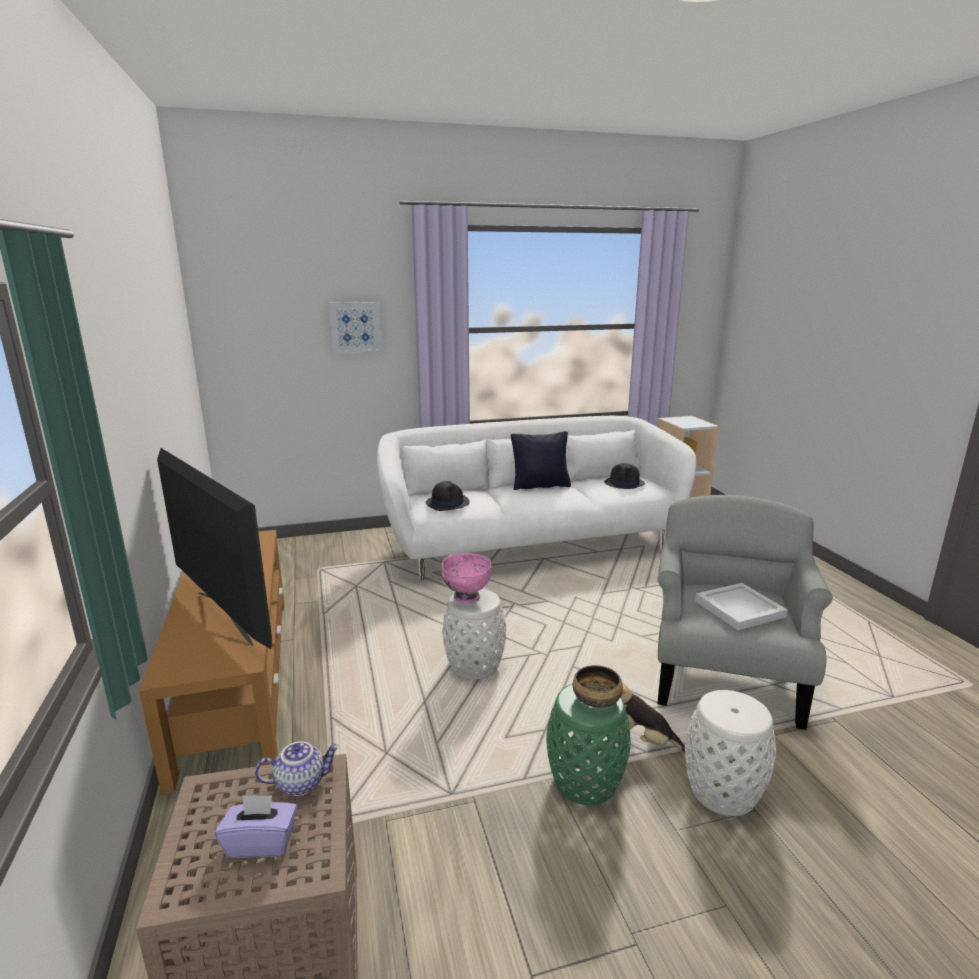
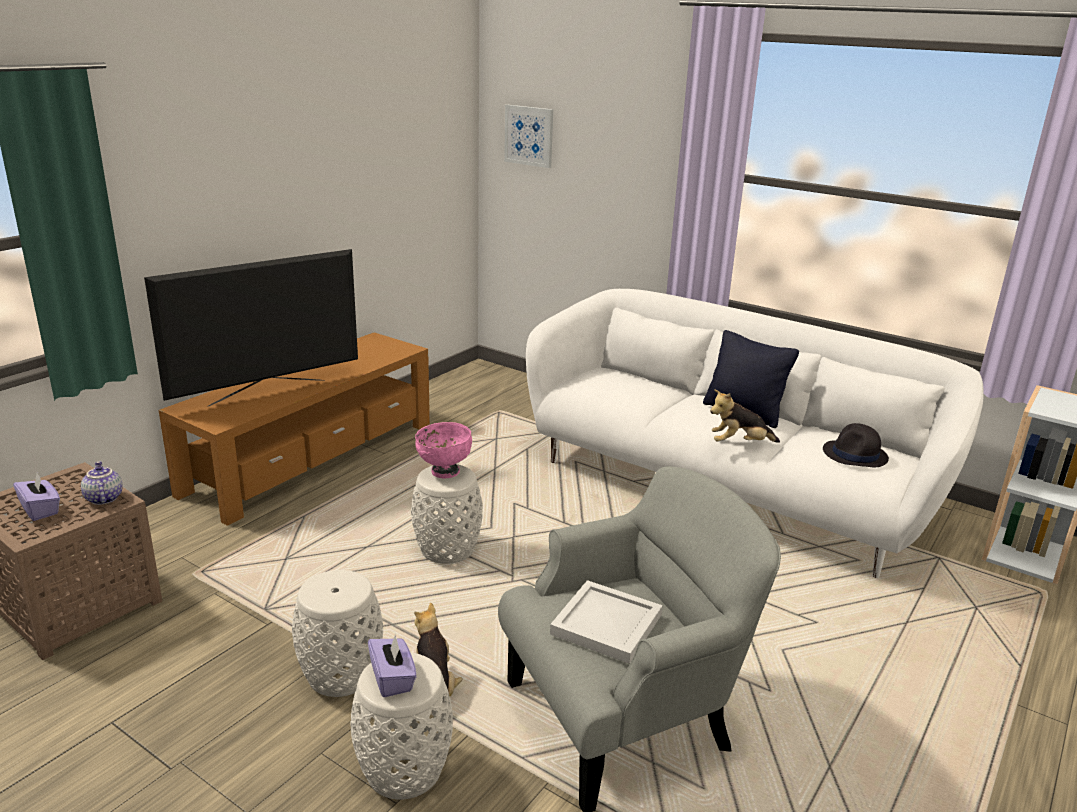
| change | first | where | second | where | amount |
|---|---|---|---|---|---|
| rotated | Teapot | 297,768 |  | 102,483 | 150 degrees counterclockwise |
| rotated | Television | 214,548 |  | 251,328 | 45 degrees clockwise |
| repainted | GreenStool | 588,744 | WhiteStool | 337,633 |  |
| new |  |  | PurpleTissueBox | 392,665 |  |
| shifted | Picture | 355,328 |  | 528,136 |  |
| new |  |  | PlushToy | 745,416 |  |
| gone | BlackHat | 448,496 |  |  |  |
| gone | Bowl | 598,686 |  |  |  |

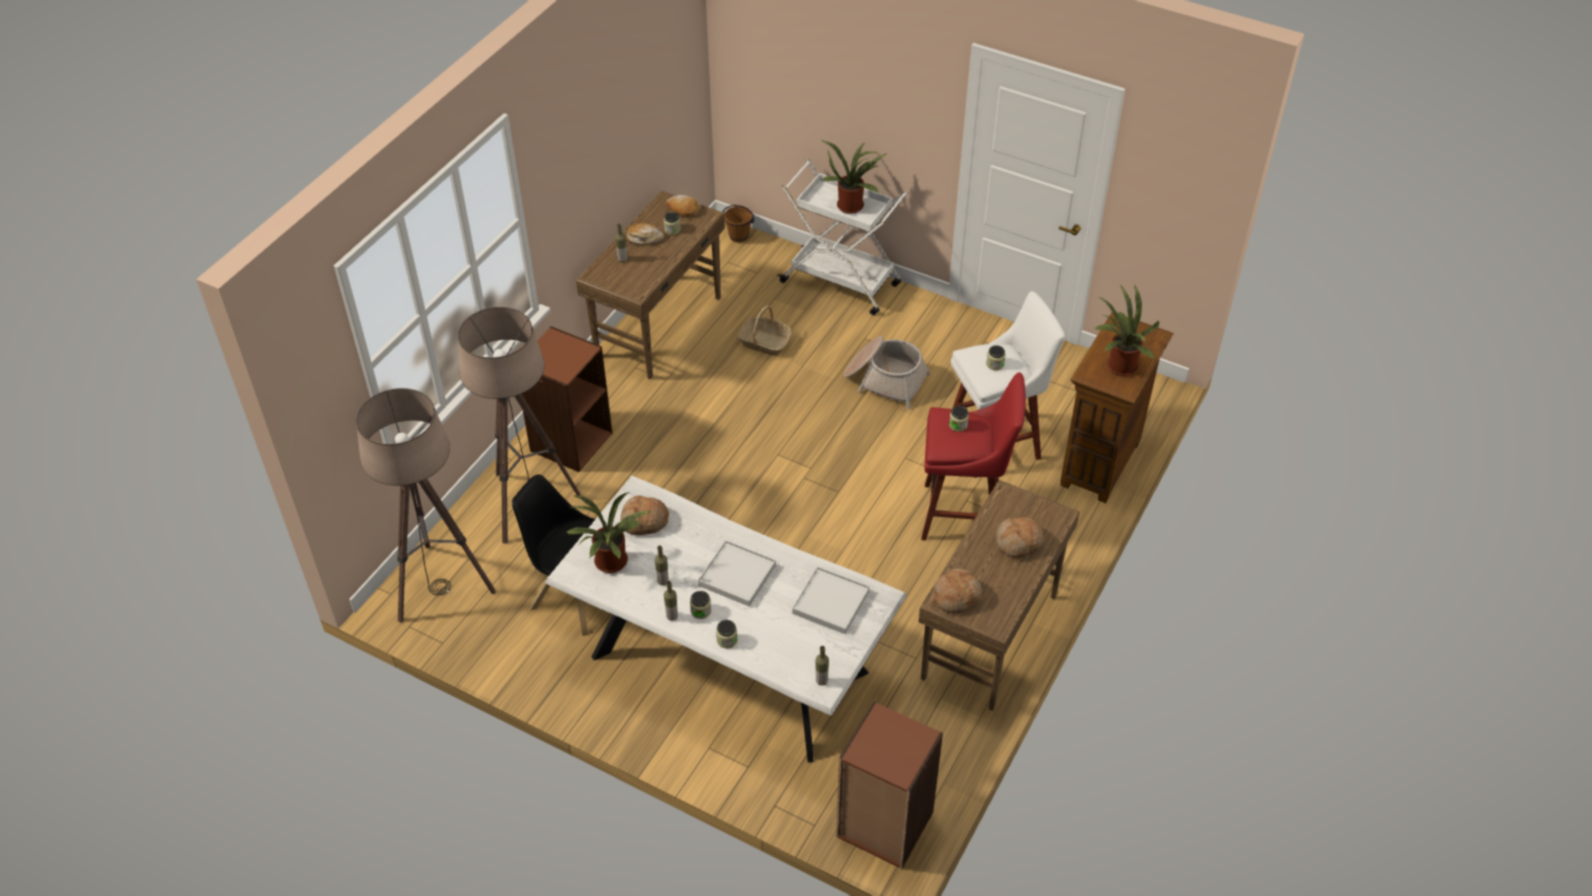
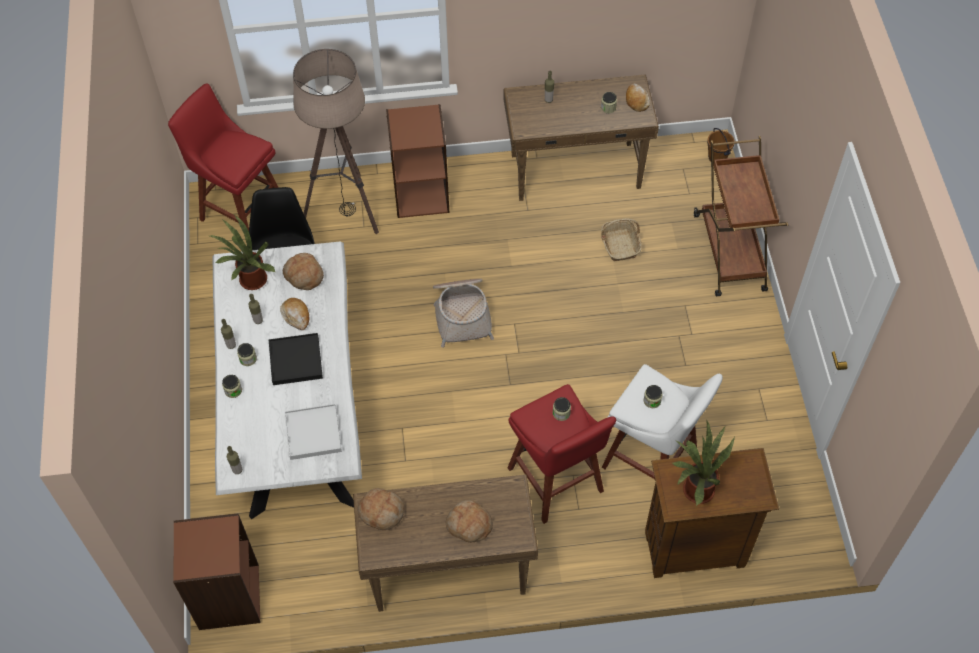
| change | first | where | second | where | amount |
|---|---|---|---|---|---|
| swapped | FloorLamp | 426,505 | RedStool | 223,157 |  |
| repainted | WhiteTray | 737,573 | BlackTray | 296,359 |  |
| shifted | Bread | 645,233 |  | 294,314 |  |
| shifted | Basket | 887,372 |  | 463,313 |  |
| repainted | WhiteCart | 843,236 | BrownCart | 740,216 |  |
| gone | PottedPlant | 854,177 |  |  |  |

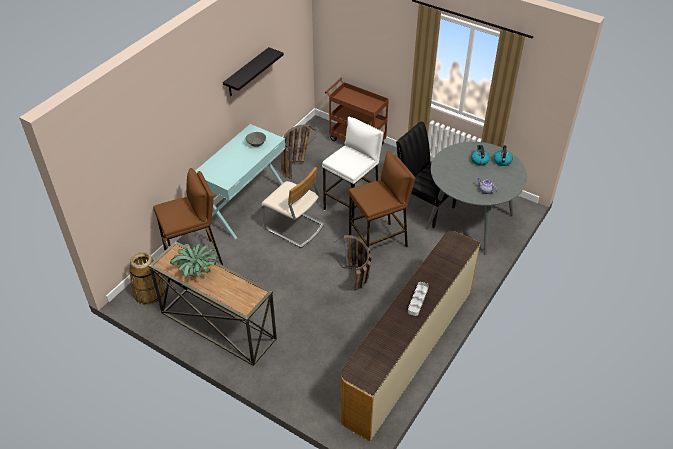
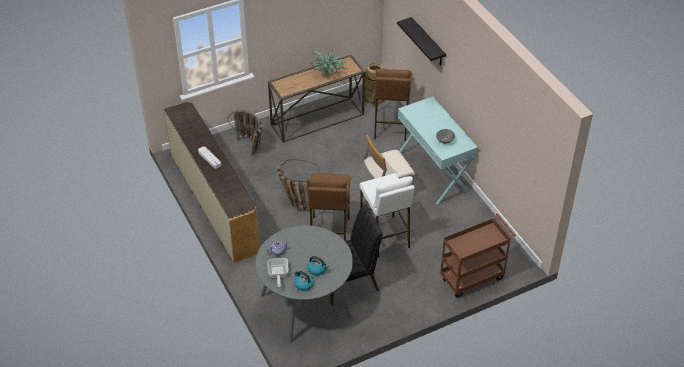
| change | first | where | second | where | amount |
|---|---|---|---|---|---|
| shifted | Basket | 298,152 |  | 244,132 |  |
| new |  |  | FryingPan | 277,272 |  |
| shifted | BlackShelf | 253,71 |  | 421,41 |  |

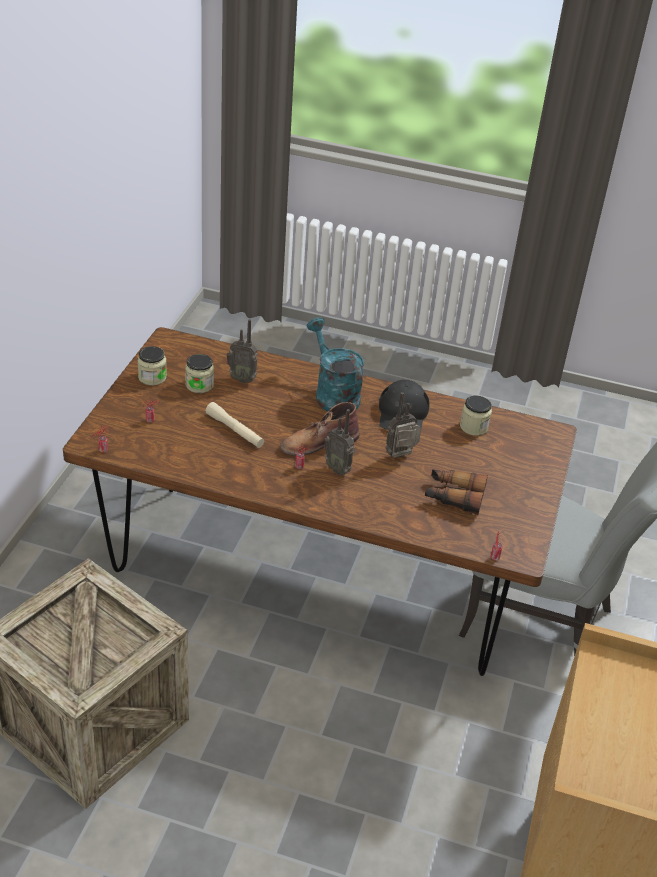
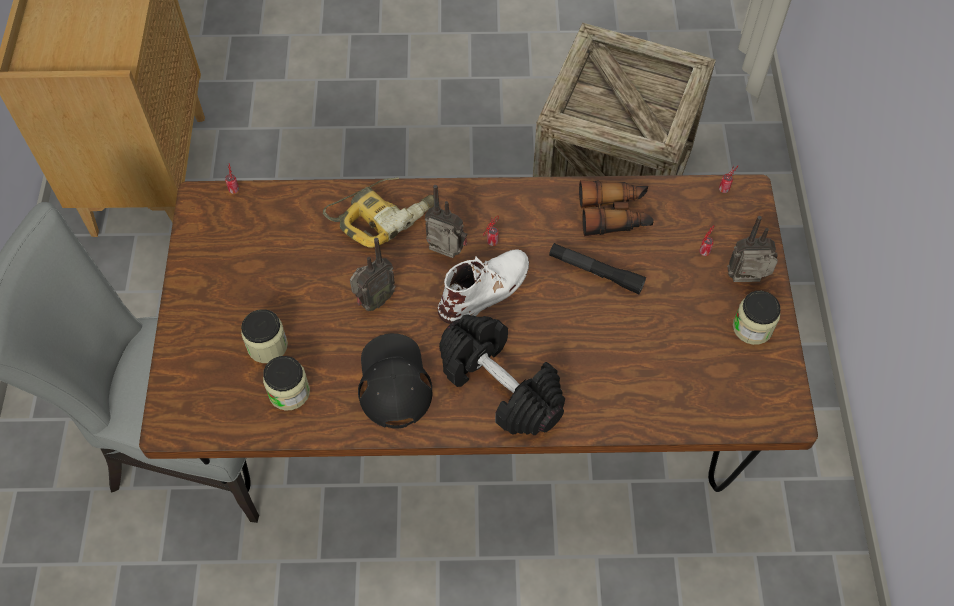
| change | first | where | second | where | amount |
|---|---|---|---|---|---|
| shifted | Jar | 199,373 |  | 264,336 |  |
| new |  |  | PowerDrill | 378,212 |  |
| repainted | BrownBoot | 320,429 | WhiteBoot | 483,286 |  |
| swapped | TurquoiseWateringCan | 335,365 | BlackDumbbell | 502,374 |  |
| repainted | BeigeFlashlight | 235,425 | BlackFlashlight | 597,268 |  |
| shifted | Binoculars | 456,492 |  | 616,208 |  |
| shifted | Radio | 242,351 |  | 752,249 |  |

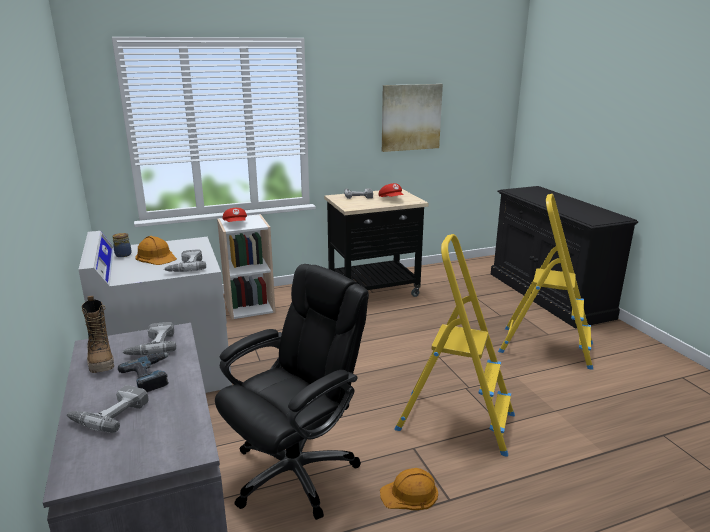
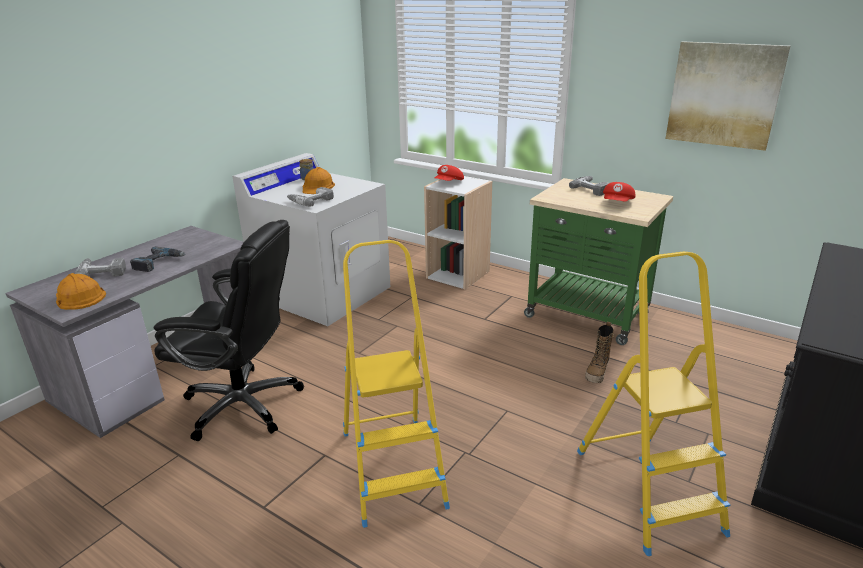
| change | first | where | second | where | amount |
|---|---|---|---|---|---|
| shifted | OrangeHardHat | 409,489 |  | 81,291 |  |
| repainted | BlackCart | 376,243 | GreenCart | 598,261 |  |
| shifted | Boot | 98,334 |  | 599,352 |  |
| gone | PowerDrill | 149,338 |  |  |  |

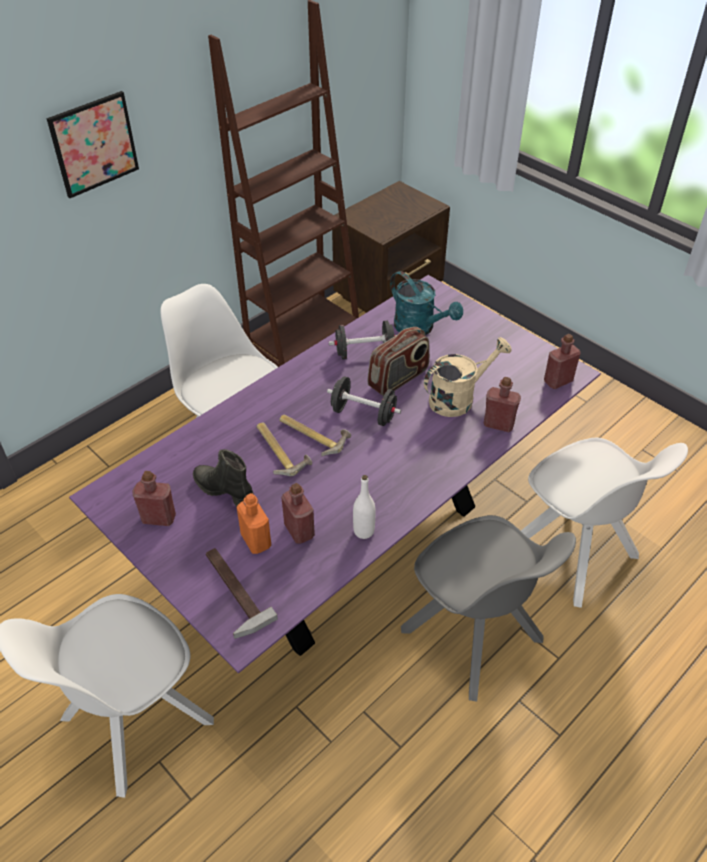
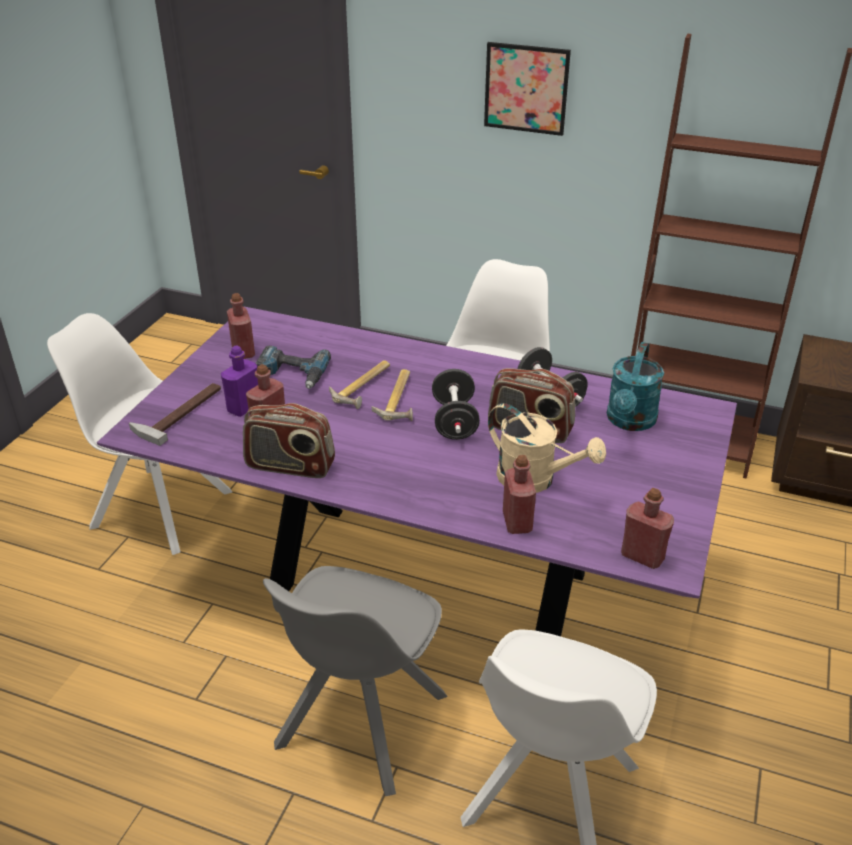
| change | first | where | second | where | amount |
|---|---|---|---|---|---|
| repainted | OrangeBottle | 254,523 | PurpleBottle | 239,381 |  |
| swapped | WhiteBottle | 364,507 | Radio | 289,440 |  |
| swapped | BlackBoot | 223,478 | PowerDrill | 293,367 |  |

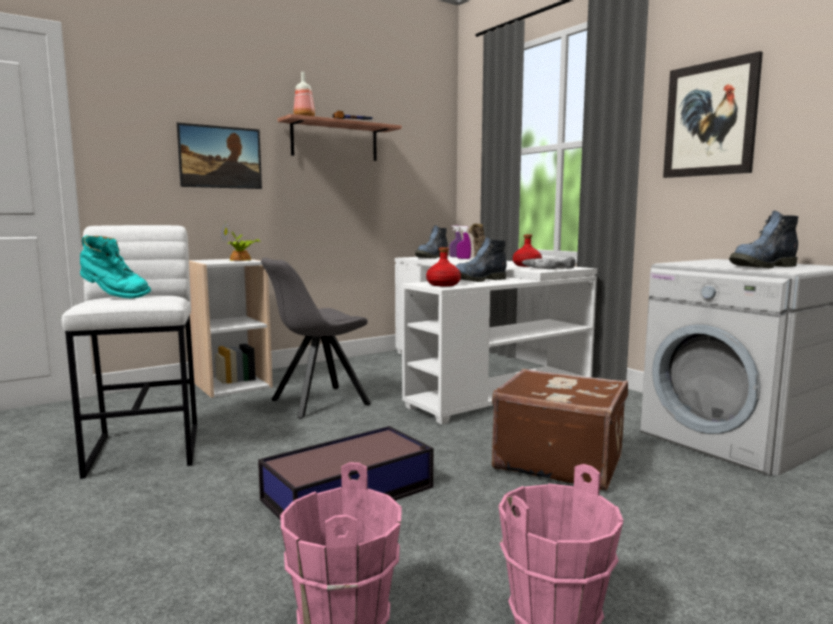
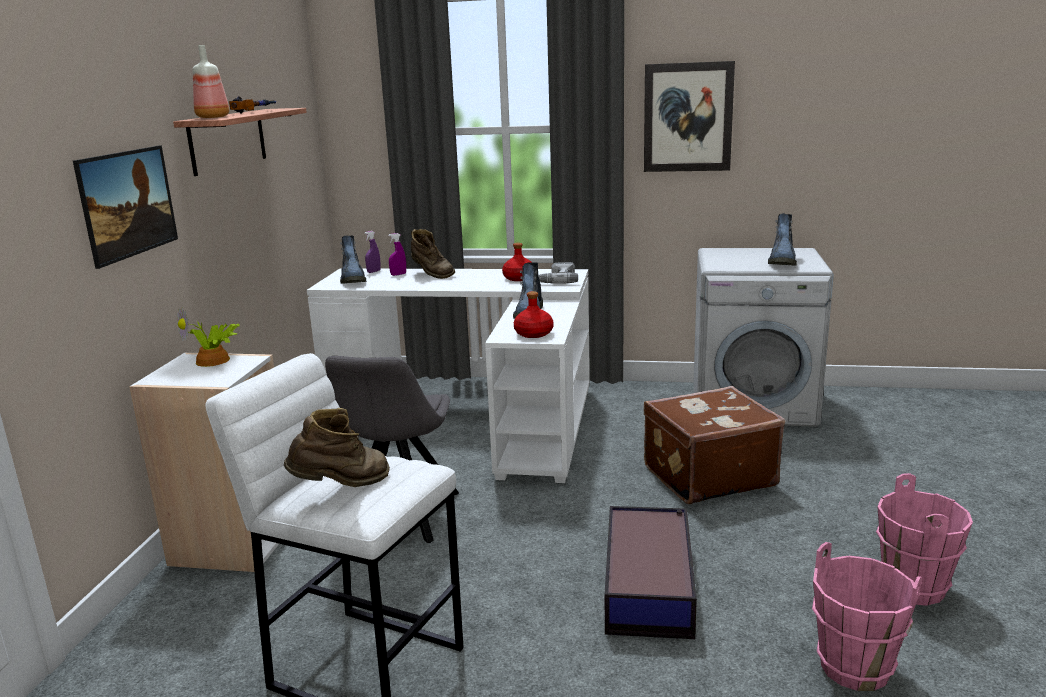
| change | first | where | second | where | amount |
|---|---|---|---|---|---|
| repainted | TurquoiseBoot | 115,266 | BrownBoot | 337,447 |  |

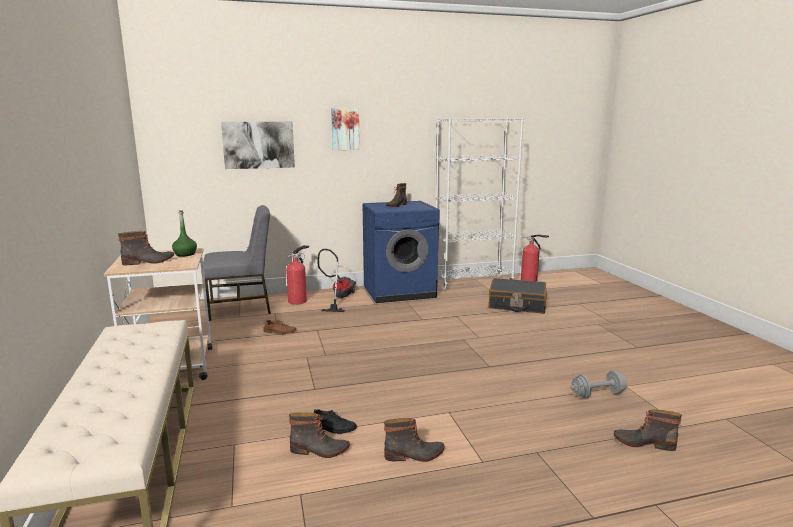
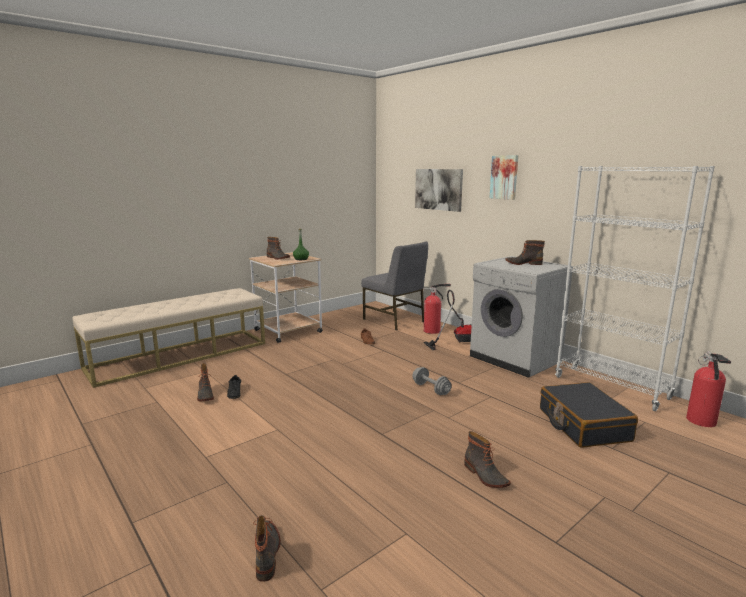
| change | first | where | second | where | amount |
|---|---|---|---|---|---|
| shifted | GreyDumbbell | 599,384 |  | 432,381 |  |
| shifted | Boot | 414,440 |  | 487,459 |  |
| repainted | BlueWashingMachine | 401,252 | WhiteWashingMachine | 521,317 |  |

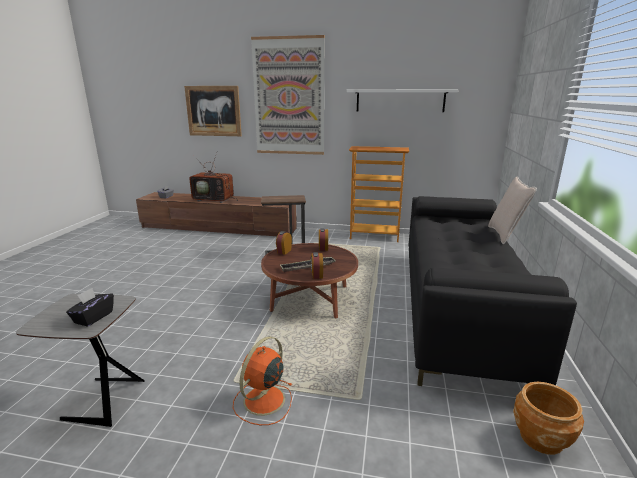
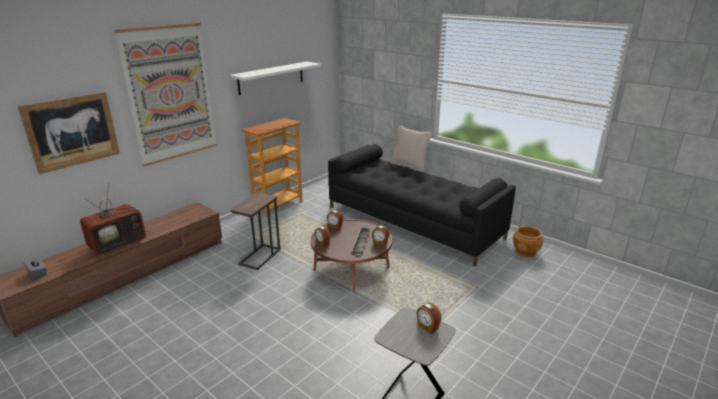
| change | first | where | second | where | amount |
|---|---|---|---|---|---|
| swapped | BlackTissueBox | 90,307 | AlarmClock | 429,318 |  |
| gone | OrangeFan | 263,381 |  |  |  |

